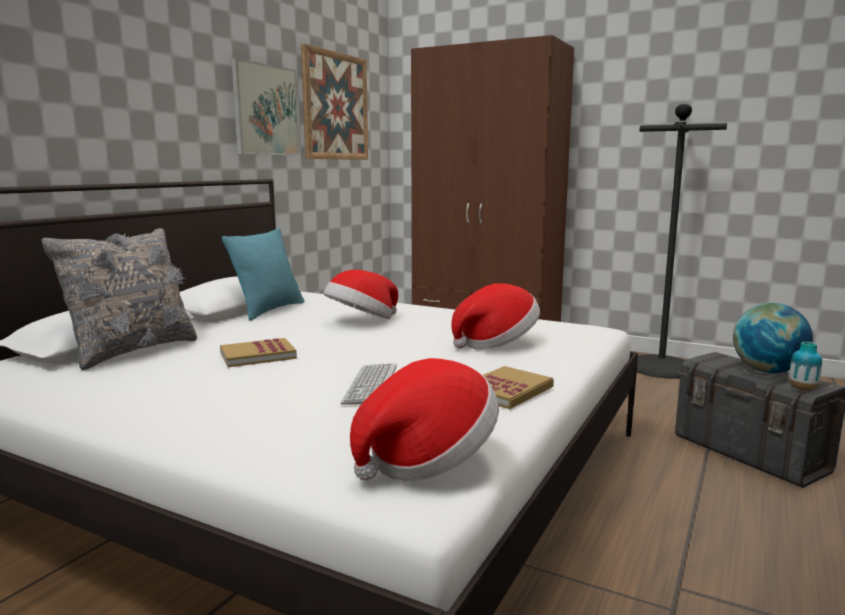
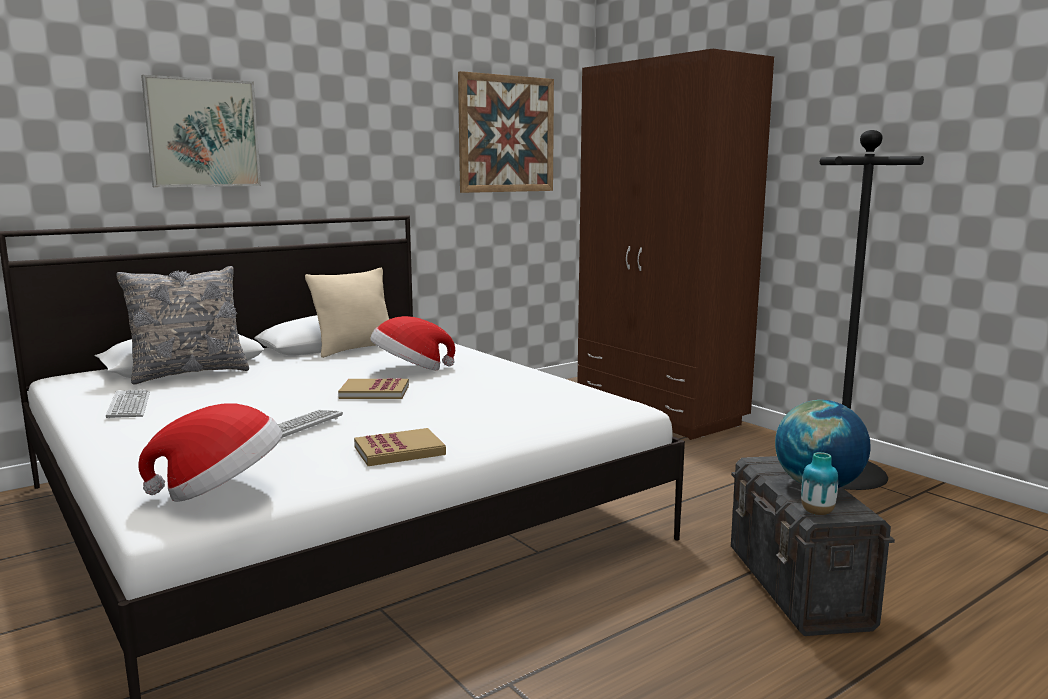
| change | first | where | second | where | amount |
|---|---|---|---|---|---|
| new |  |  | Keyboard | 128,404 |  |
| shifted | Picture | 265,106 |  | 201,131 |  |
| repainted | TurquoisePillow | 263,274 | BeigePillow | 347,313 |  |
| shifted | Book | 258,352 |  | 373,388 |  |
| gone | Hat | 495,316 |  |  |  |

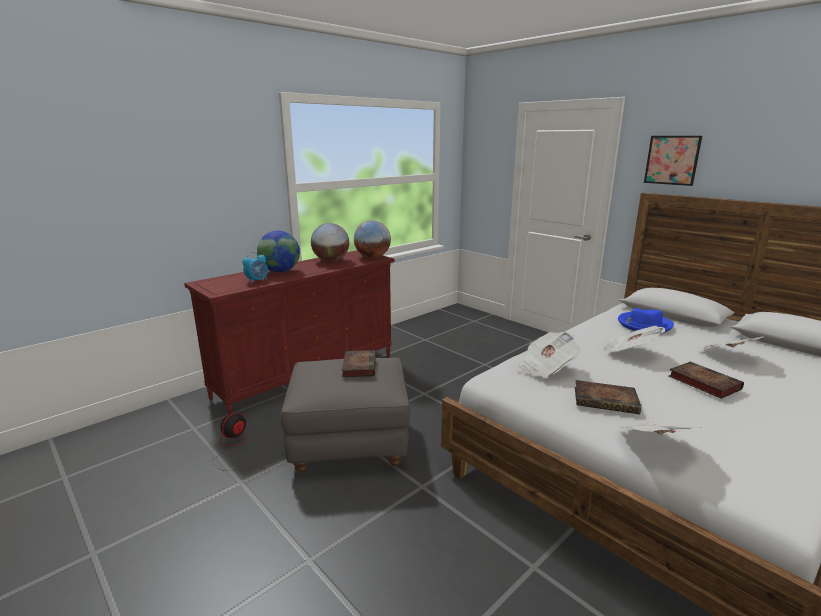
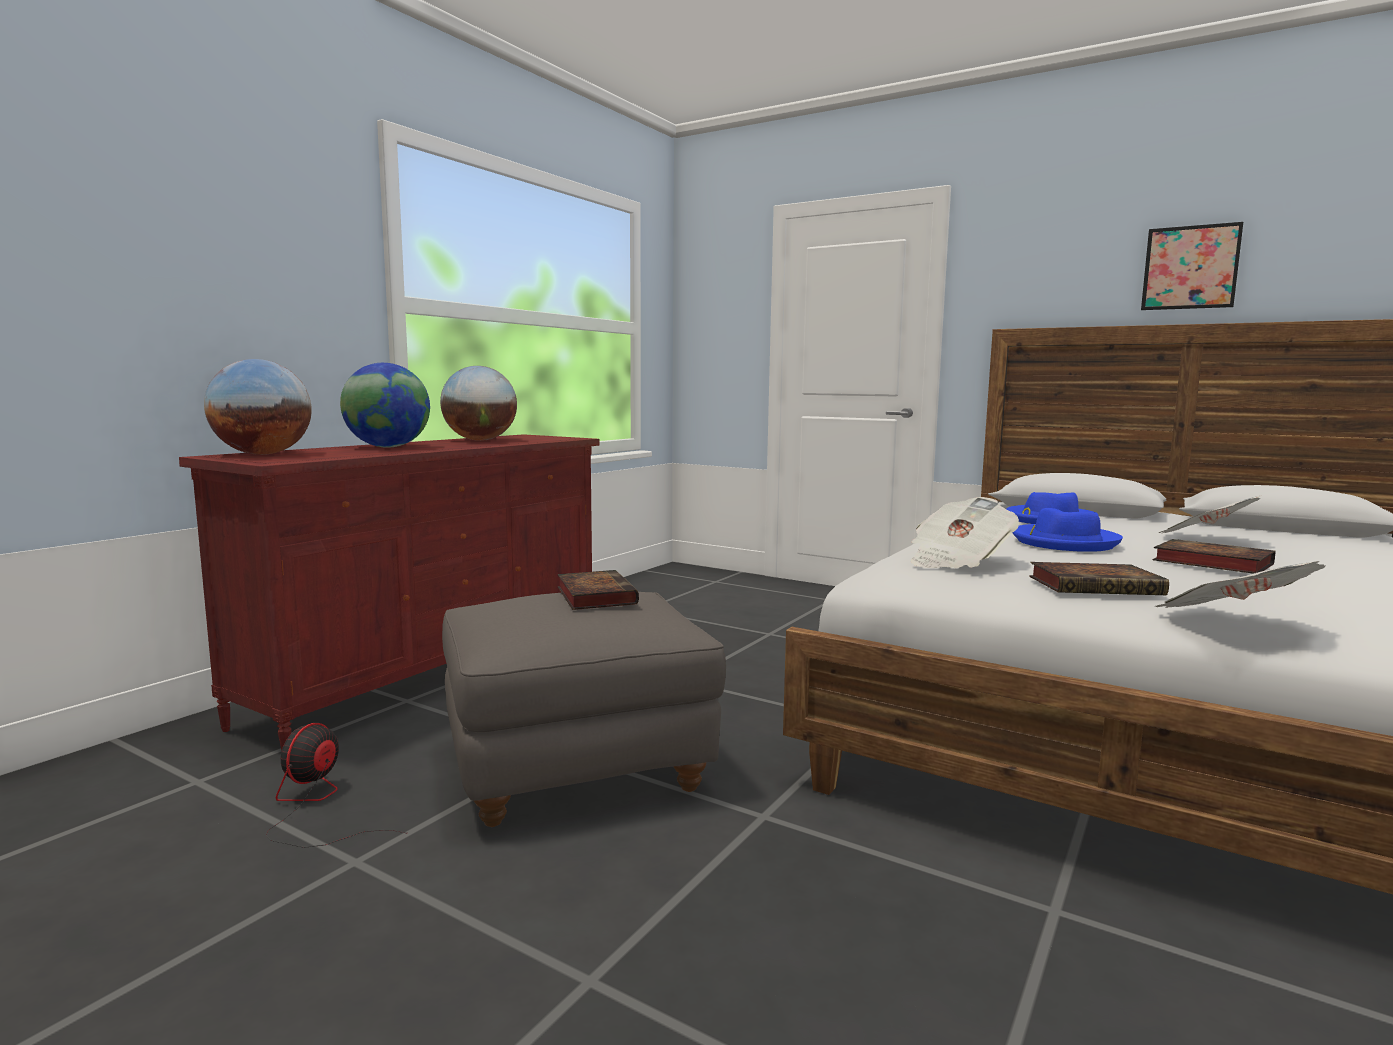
| change | first | where | second | where | amount |
|---|---|---|---|---|---|
| shifted | Globe | 372,239 |  | 258,407 |  |
| swapped | Newspaper | 634,339 | BlueHat | 1068,530 |  |
| shifted | Picture | 673,161 |  | 1192,266 |  |
| gone | AlarmClock | 255,268 |  |  |  |

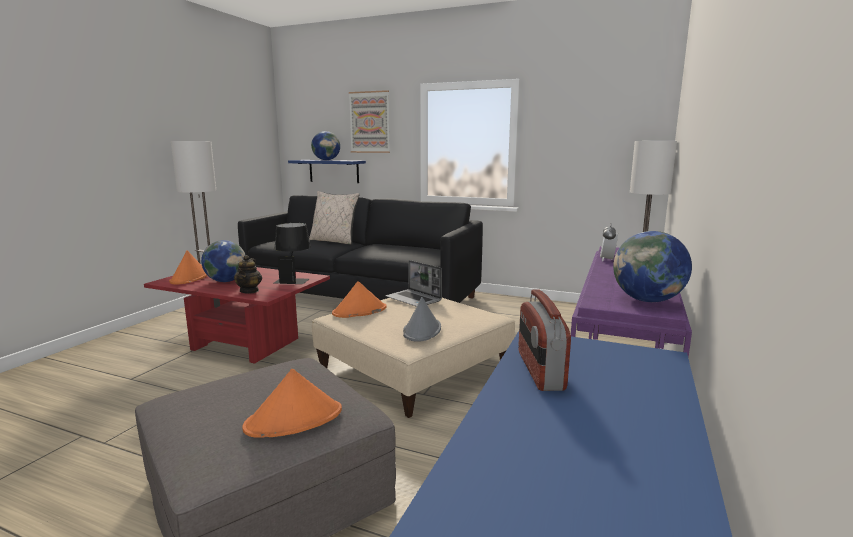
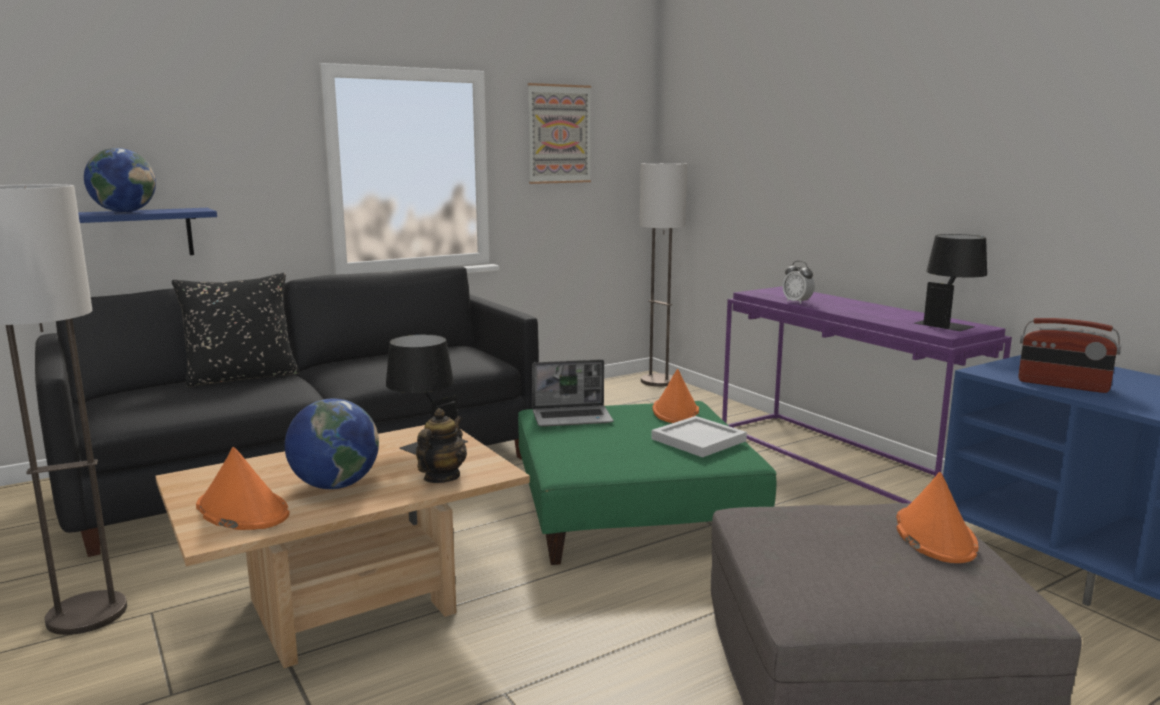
| change | first | where | second | where | amount |
|---|---|---|---|---|---|
| repainted | RedCoffeeTable | 237,315 | BeigeCoffeeTable | 342,546 |  |
| repainted | BeigePillow | 334,218 | BlackPillow | 236,330 |  |
| rotated | Teapot | 248,274 |  | 441,445 | 105 degrees counterclockwise |
| repainted | BeigeOttoman | 413,358 | GreenOttoman | 647,483 |  |
| shifted | Picture | 369,121 |  | 559,133 |  |
| swapped | GreyHat | 422,319 | WhiteTray | 699,436 |  |
| shifted | OrangeHat | 359,299 |  | 675,396 |  |
| swapped | Globe | 652,266 | BlackTableLamp | 950,282 |  |

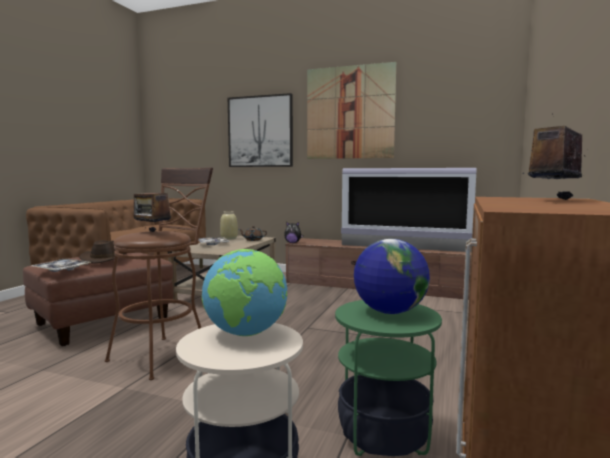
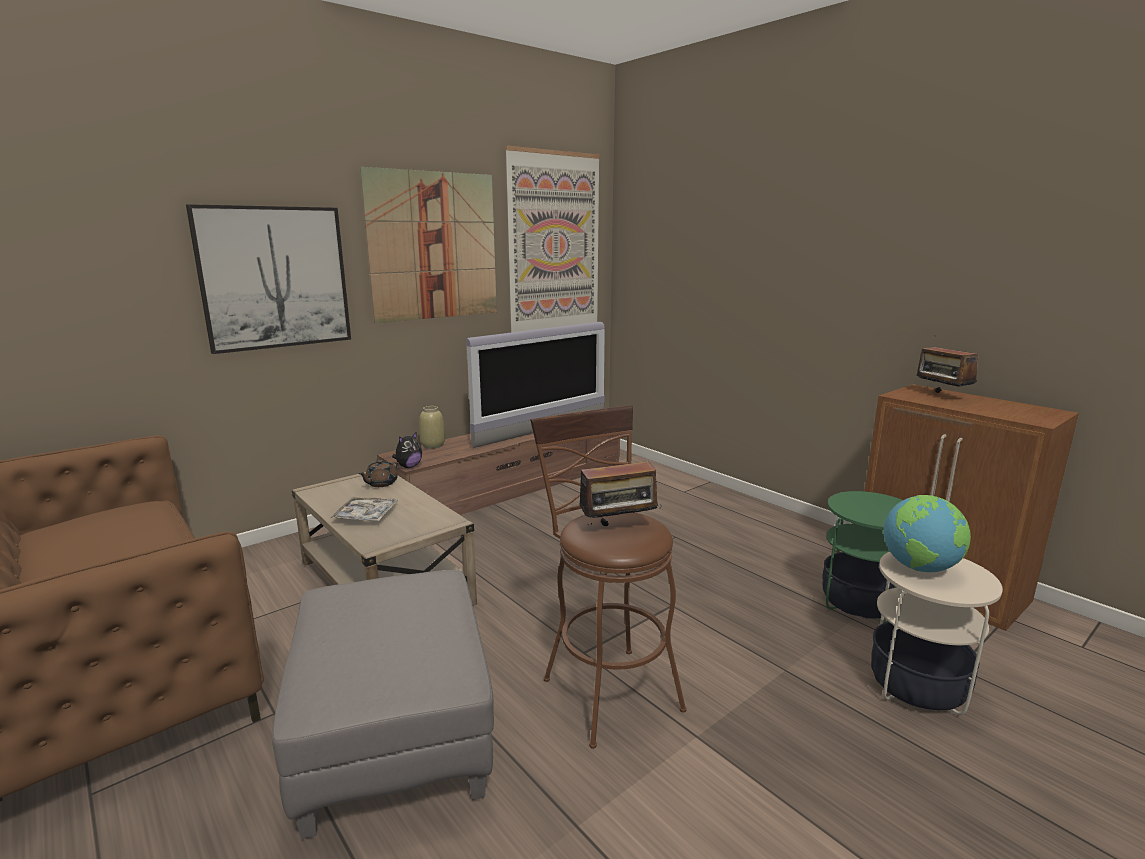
| change | first | where | second | where | amount |
|---|---|---|---|---|---|
| repainted | BrownOttoman | 98,299 | GreyOttoman | 383,704 |  |
| shifted | BeigeVase | 229,225 |  | 432,427 |  |
| new |  |  | Picture | 552,239 |  |
| gone | Tray | 61,265 |  |  |  |
| gone | BrownHat | 102,252 |  |  |  |
| gone | Globe | 392,276 |  |  |  |

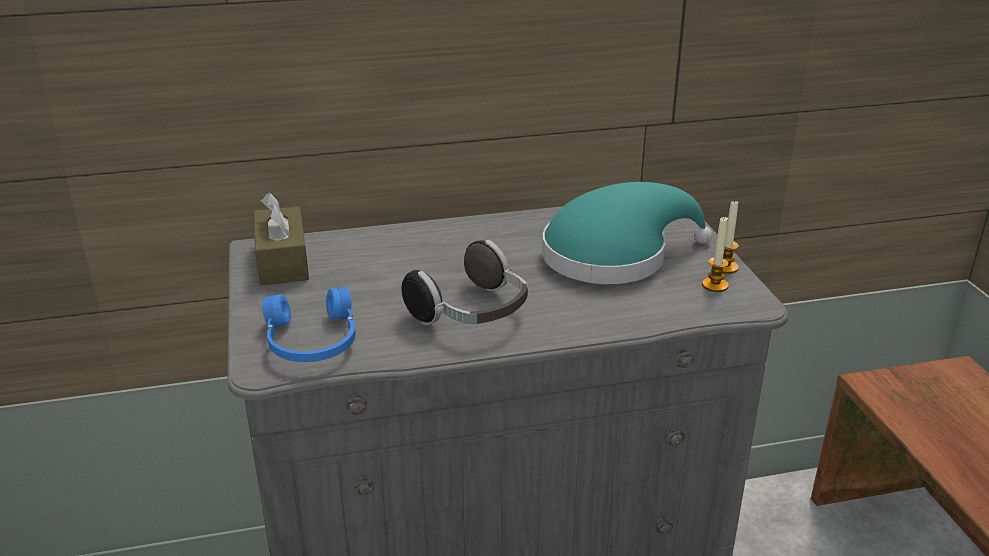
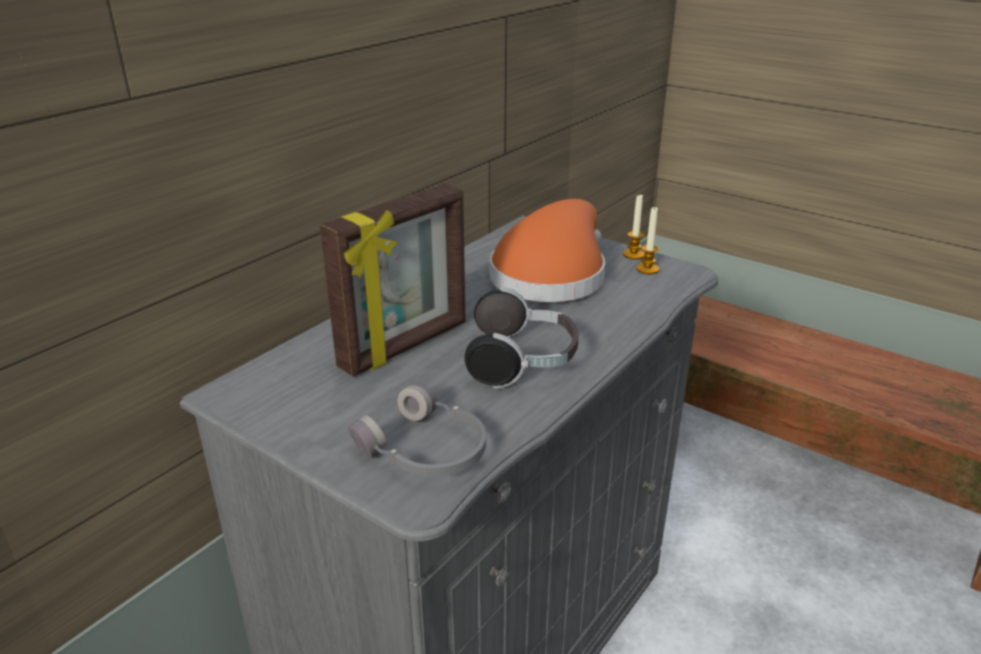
| change | first | where | second | where | amount |
|---|---|---|---|---|---|
| new |  |  | PictureFrame | 393,279 |  |
| repainted | BlueHeadphones | 309,324 | GreyHeadphones | 417,429 |  |
| repainted | TurquoiseHat | 627,233 | OrangeHat | 547,250 |  |
| gone | BrownTissueBox | 281,239 |  |  |  |

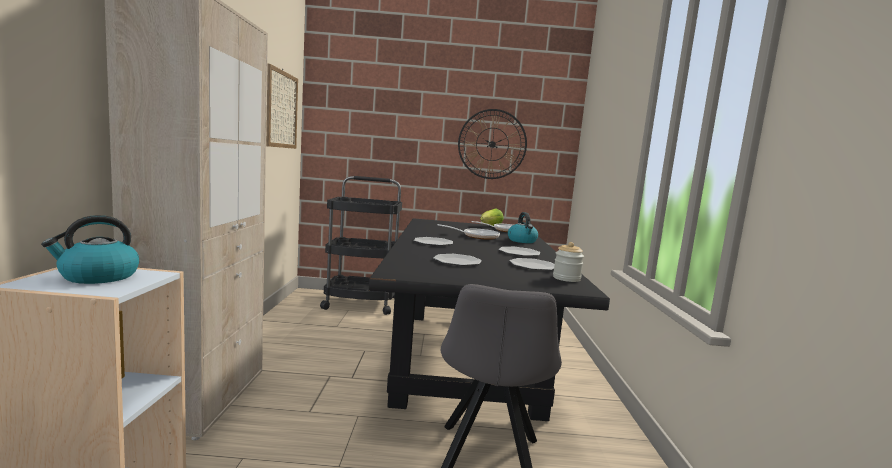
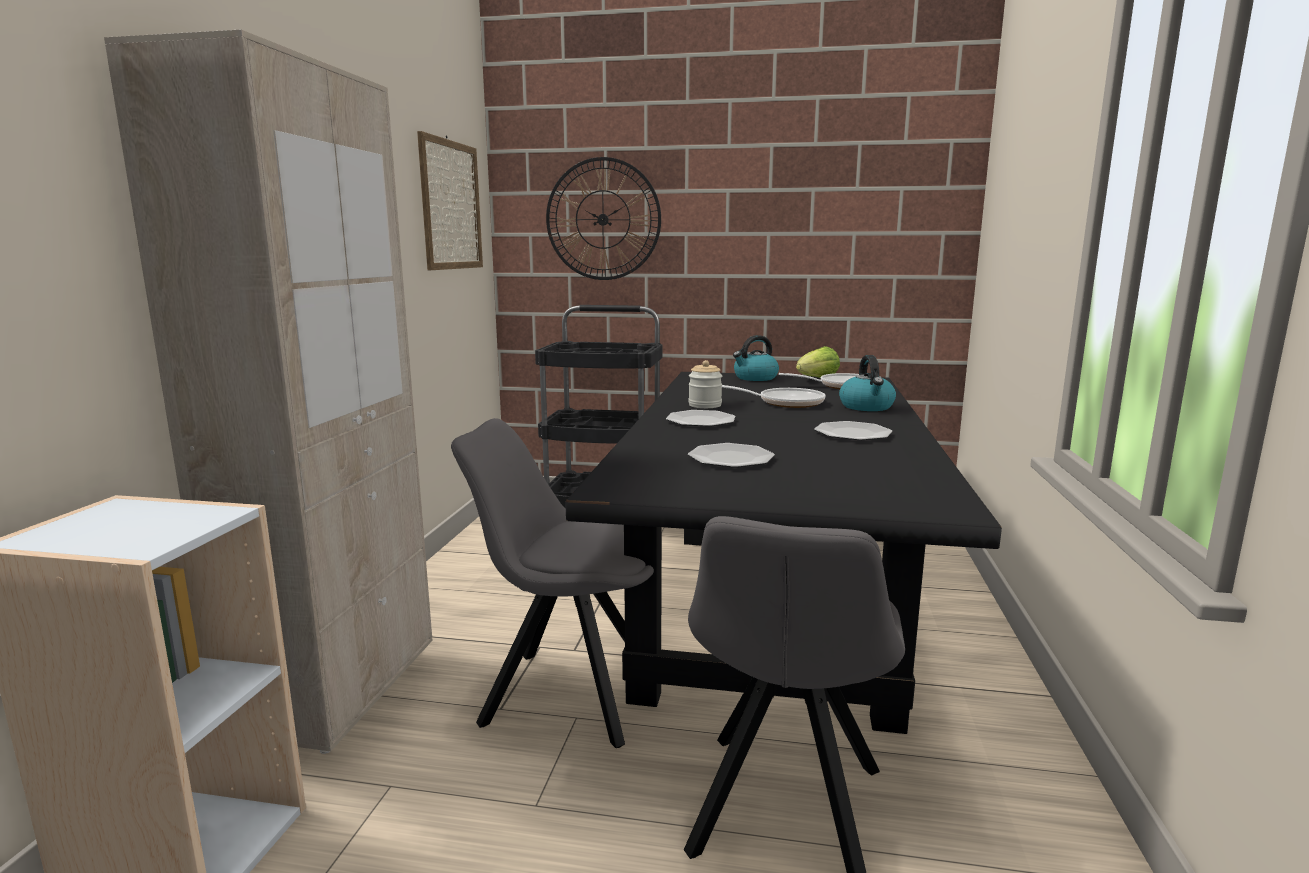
| change | first | where | second | where | amount |
|---|---|---|---|---|---|
| new |  |  | GreyChair | 552,583 |  |
| shifted | WallClock | 492,144 |  | 603,218 |  |
| shifted | Jar | 568,262 |  | 705,384 |  |
| shifted | Kettle | 90,249 |  | 756,358 |  |
| gone | Plate | 532,264 |  |  |  |

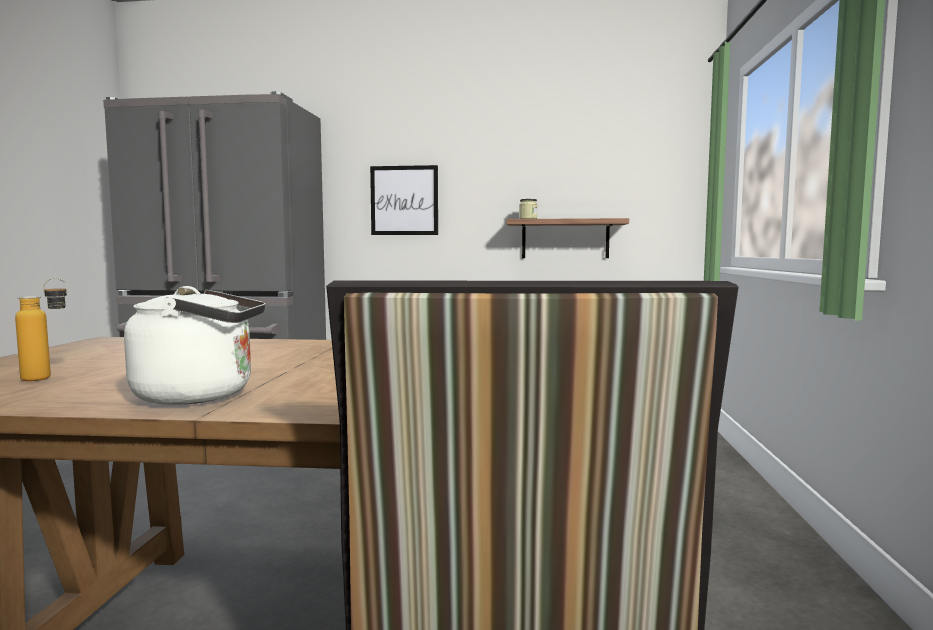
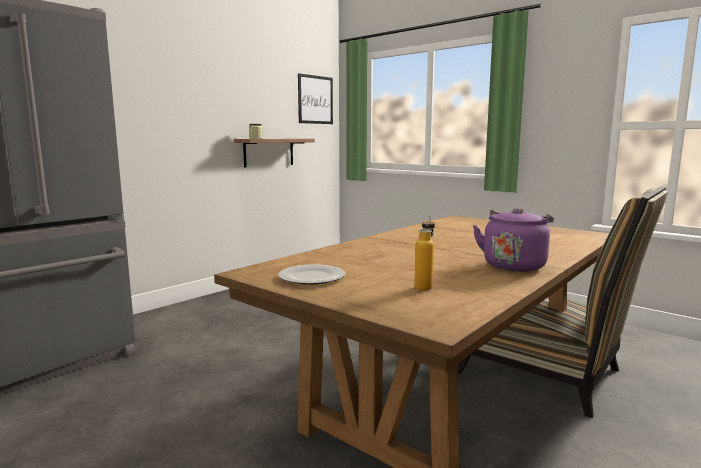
| change | first | where | second | where | amount |
|---|---|---|---|---|---|
| new |  |  | Plate | 312,274 |  |
| shifted | Picture | 404,200 |  | 315,98 |  |
| repainted | WhiteKettle | 194,345 | PurpleKettle | 513,240 |  |

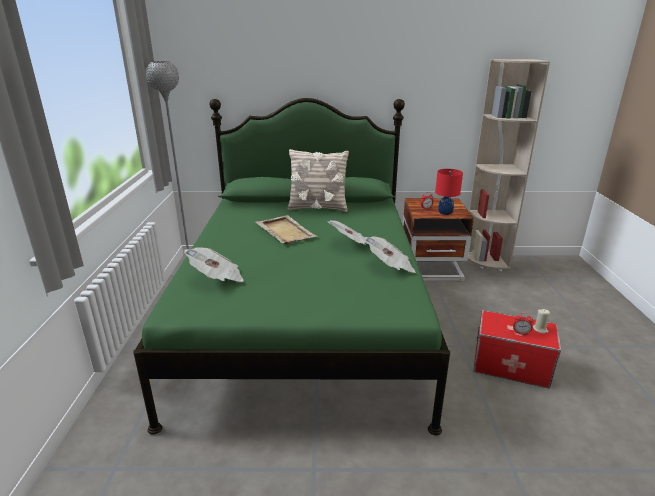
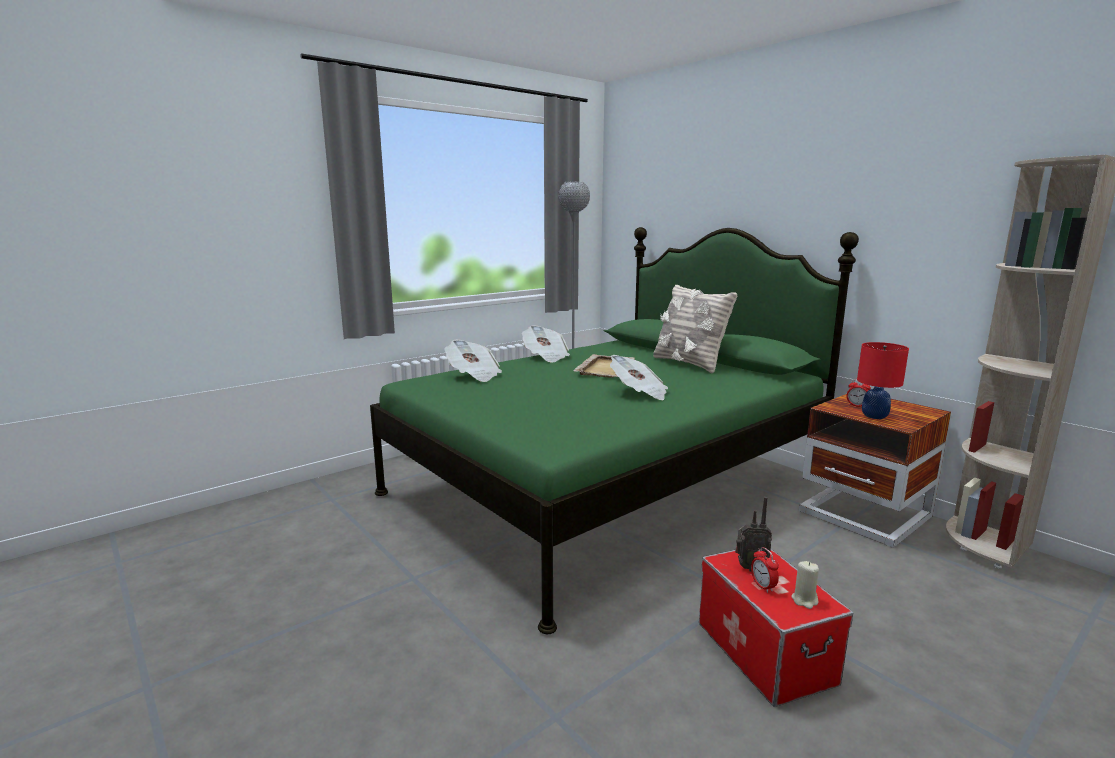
| change | first | where | second | where | amount |
|---|---|---|---|---|---|
| shifted | Newspaper | 390,254 |  | 546,344 |  |
| new |  |  | Radio | 753,534 |  |

